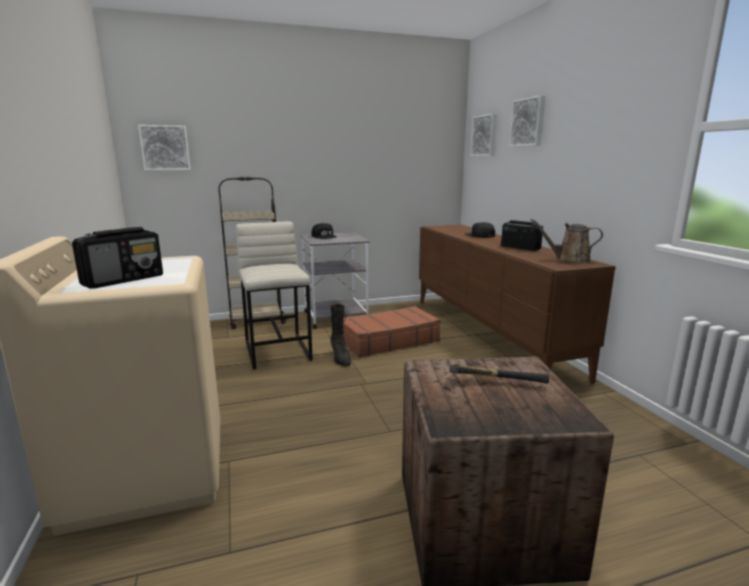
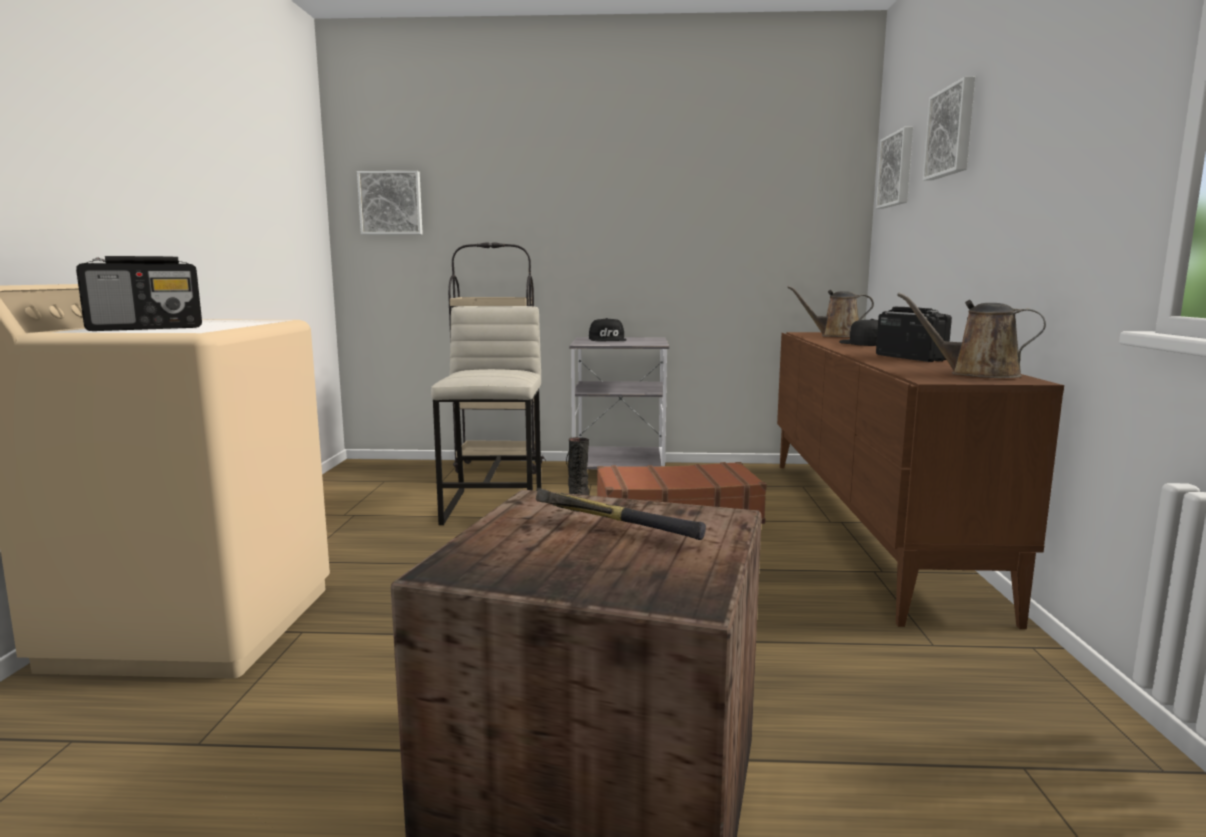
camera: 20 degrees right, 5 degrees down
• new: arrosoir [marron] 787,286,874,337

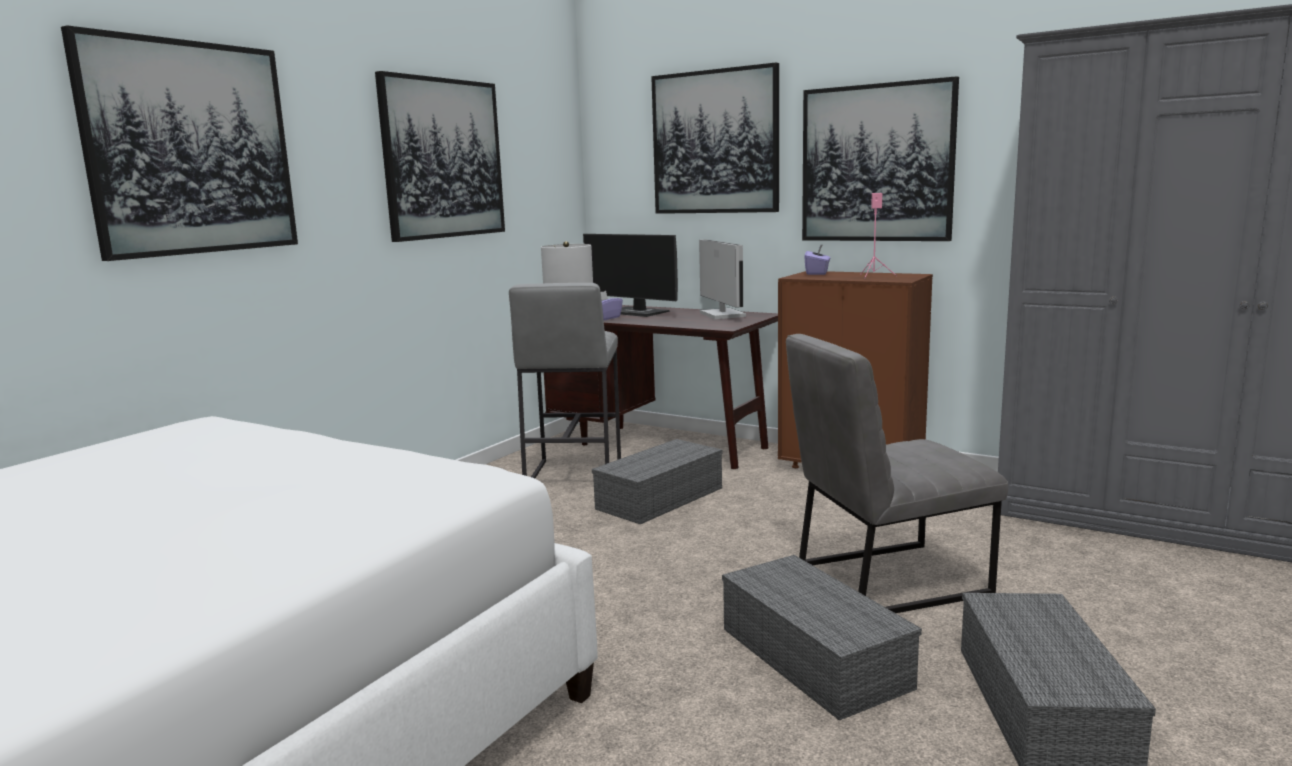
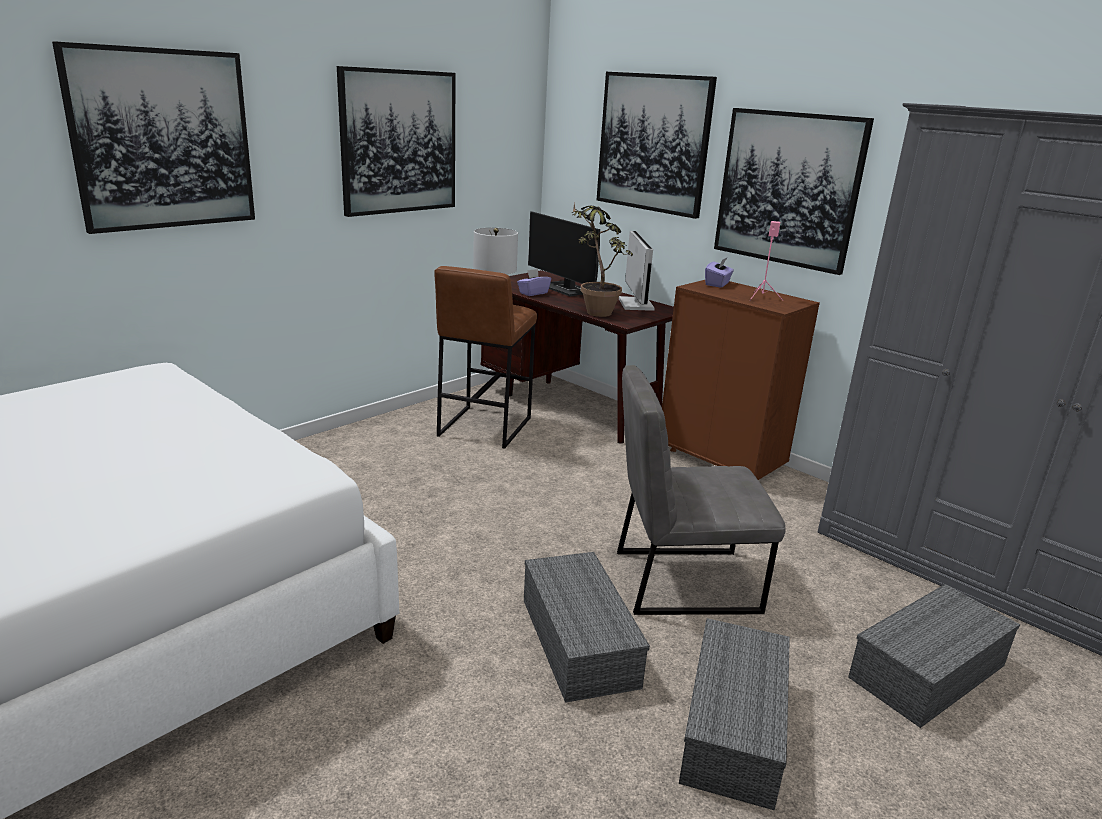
camera: 10 degrees right, 10 degrees up
• repainted: tabouret [gris] 509,283,621,478 to tabouret [marron] 434,266,537,449
• new: plante en pot 571,201,633,317
• shifted: boîte de rangement [gris] 592,439,723,524 to 848,584,1020,728

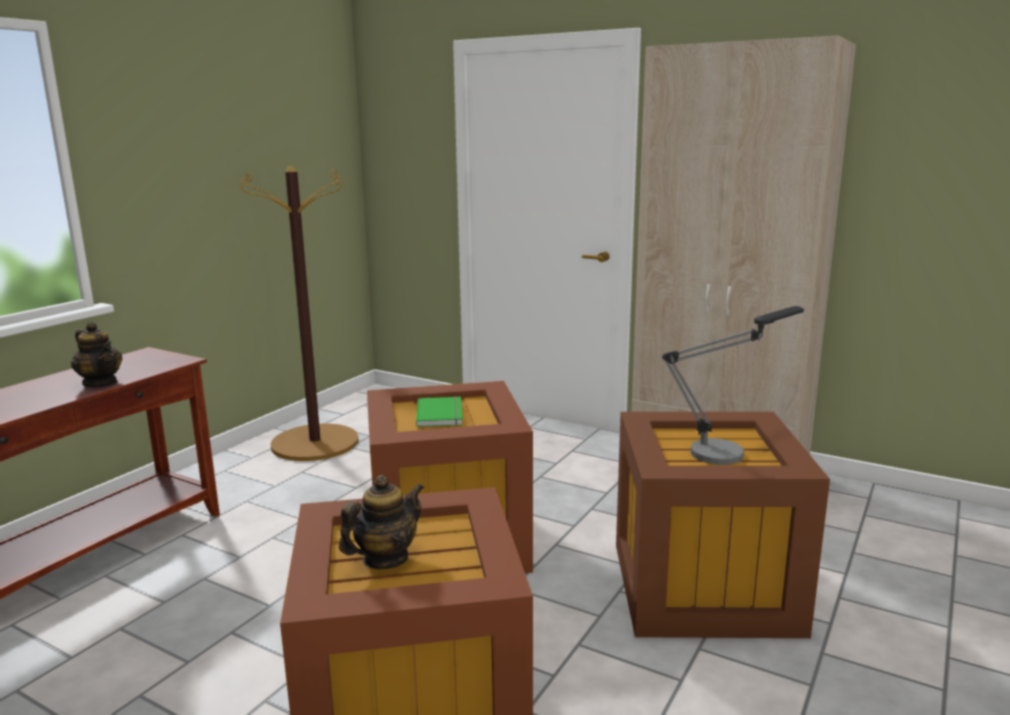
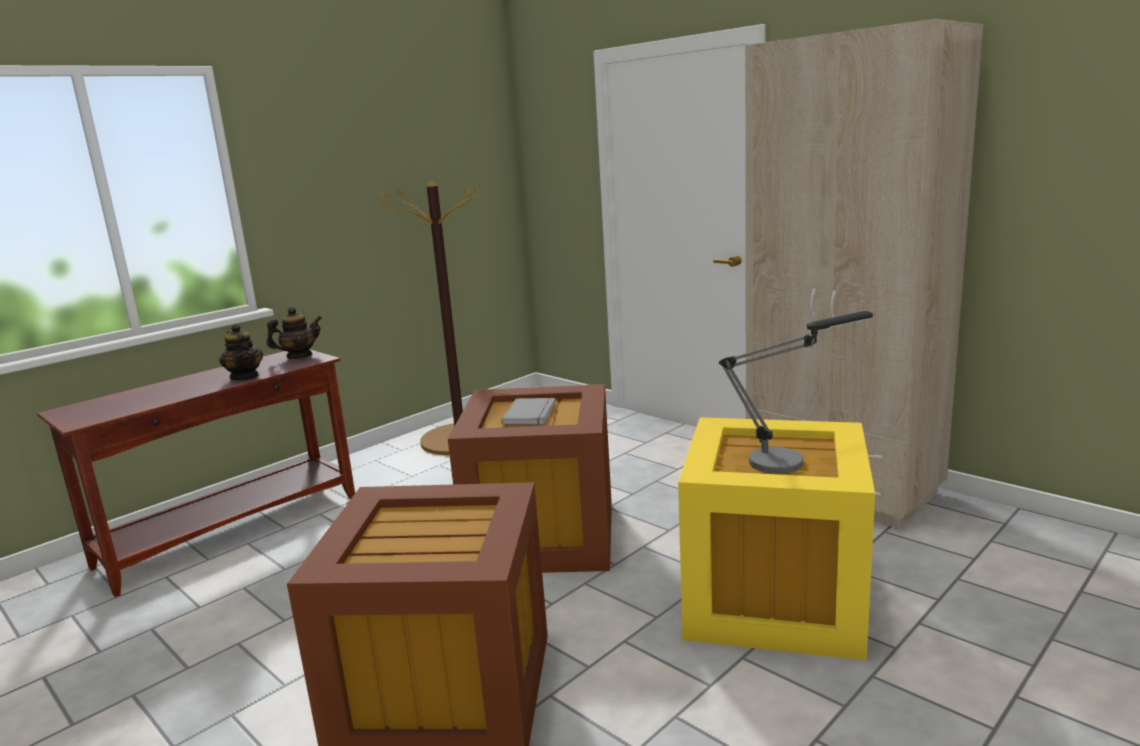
camera: 15 degrees right, 0 degrees up
• shifted: théière 339,475,424,569 to 267,307,322,359
• repainted: livre [vert] 416,396,463,427 to livre [gris] 501,398,556,425
• repainted: boîte de rangement [marron] 616,412,830,638 to boîte de rangement [jaune] 678,417,875,661

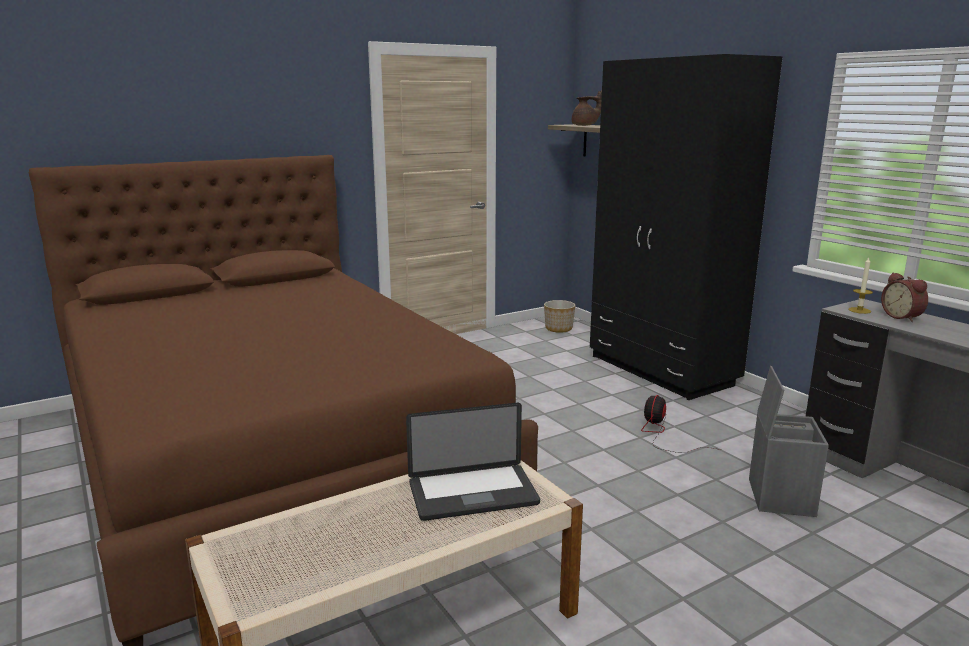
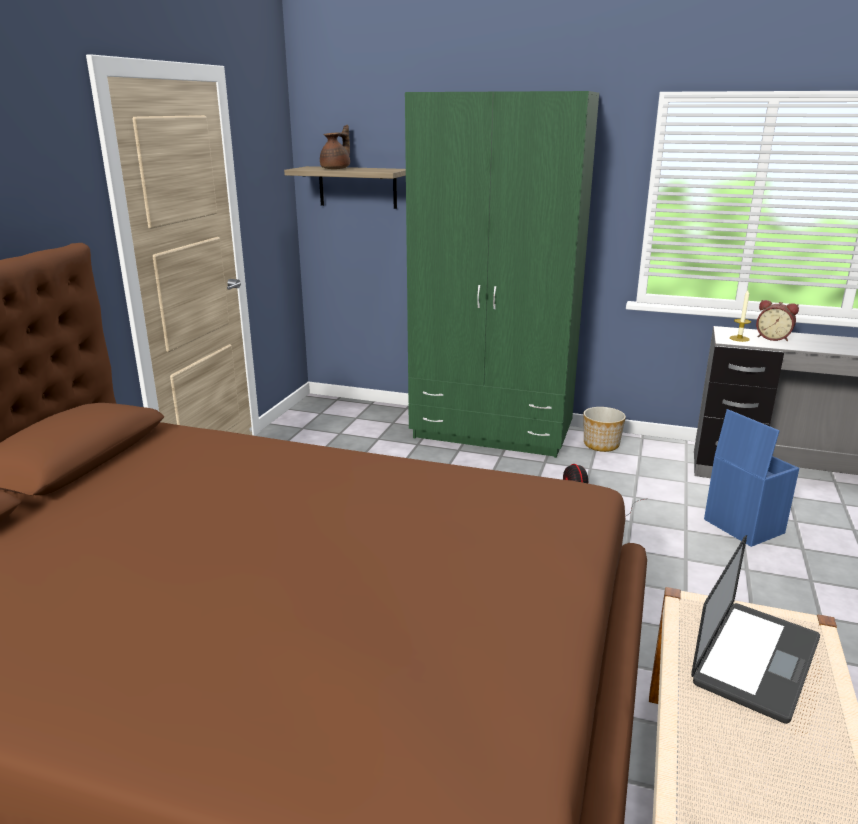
camera: 40 degrees left, 5 degrees up
• repainted: armoire [noir] 590,54,783,400 to armoire [vert] 405,91,599,458
• shifted: cache-pot 544,300,576,333 to 584,407,626,452
• repainted: boîte de rangement [gris] 749,366,829,517 to boîte de rangement [bleu] 704,409,799,547

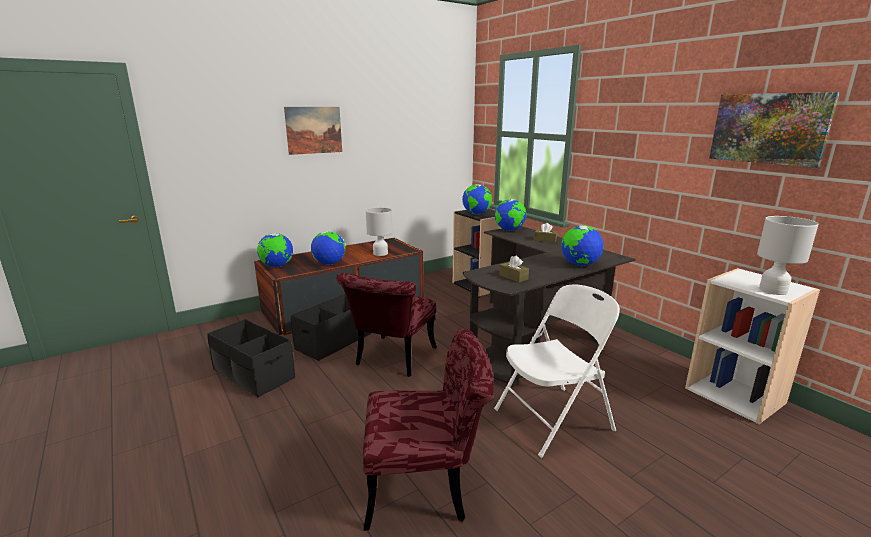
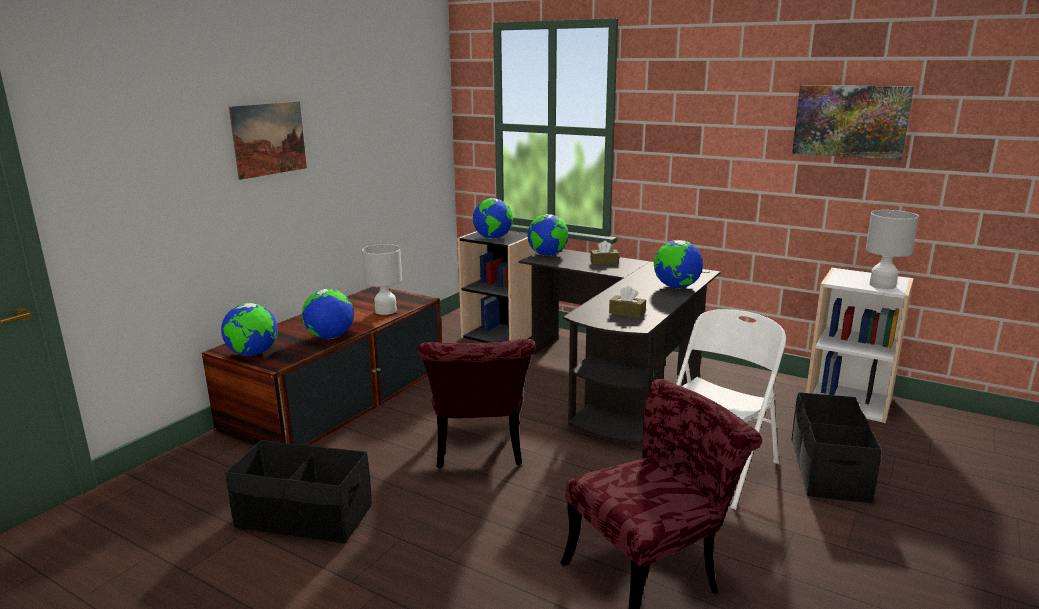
camera: 25 degrees left, 0 degrees up
• shifted: boîte de rangement [noir] 291,293,371,361 to 792,392,882,503

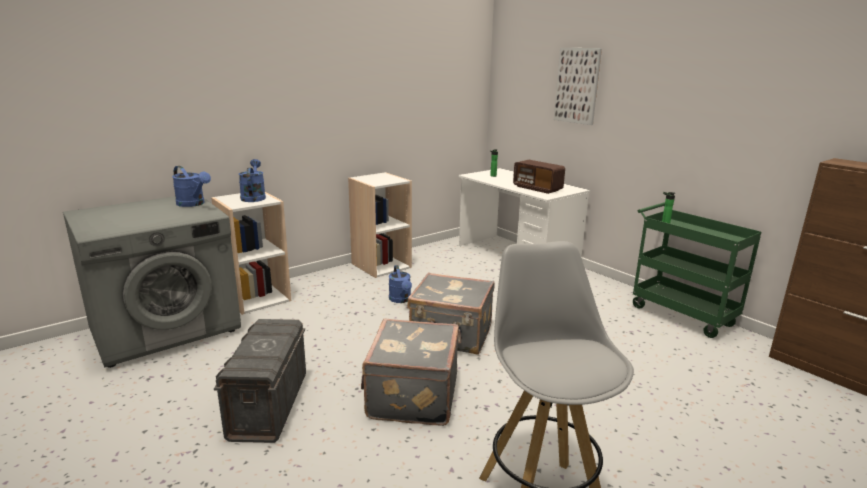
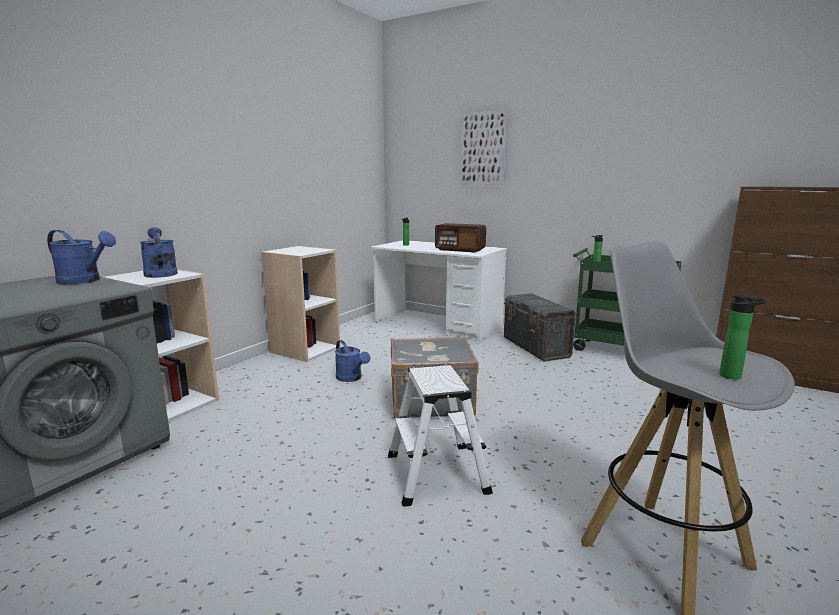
camera: 20 degrees left, 5 degrees down
• swapped: valise [gris] 361,319,459,426 to escabeau [blanc] 388,363,493,507
• shifted: boîte de rangement [gris] 214,319,306,443 to 504,293,577,362
• new: bouteille 719,295,766,379

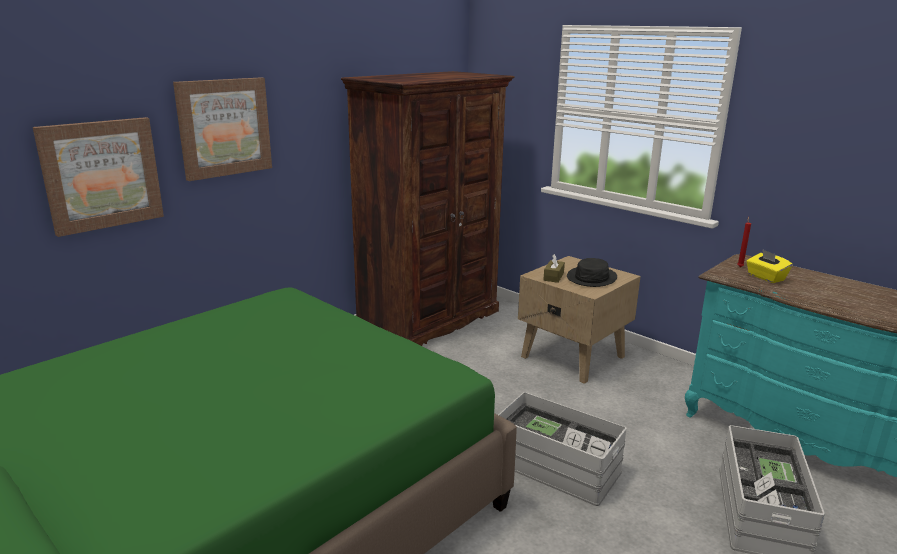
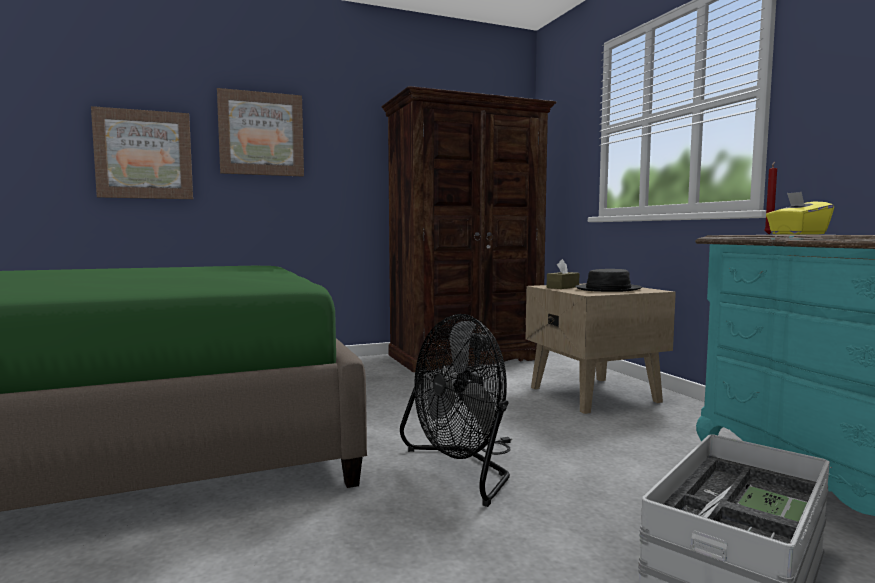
camera: 25 degrees right, 15 degrees down
• swapped: boîte de rangement [gris] 498,392,627,506 to ventilateur [noir] 400,314,512,507

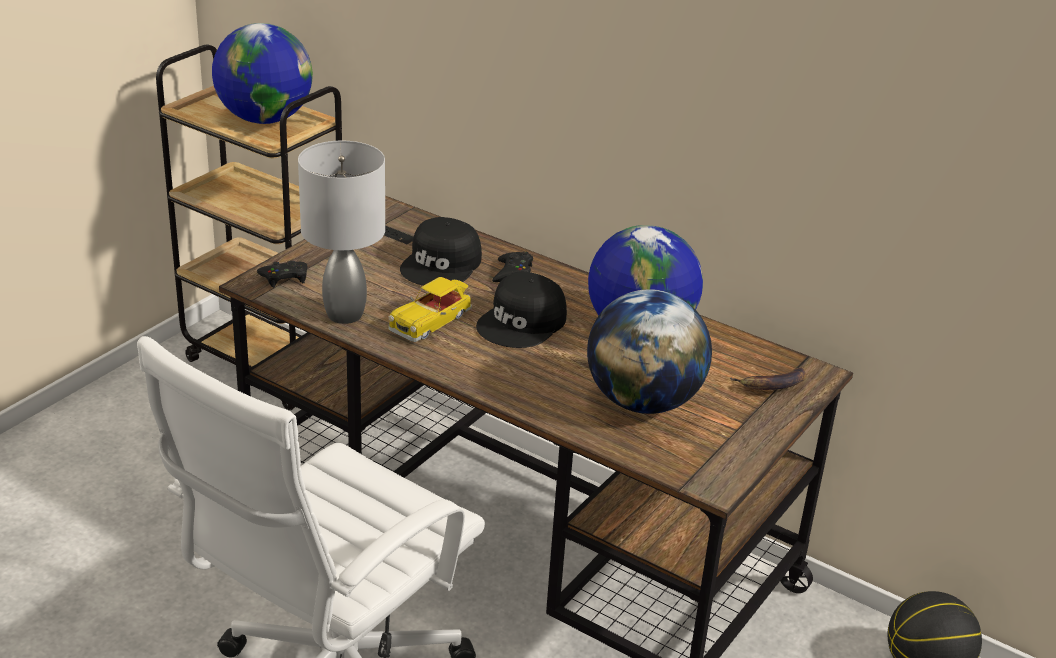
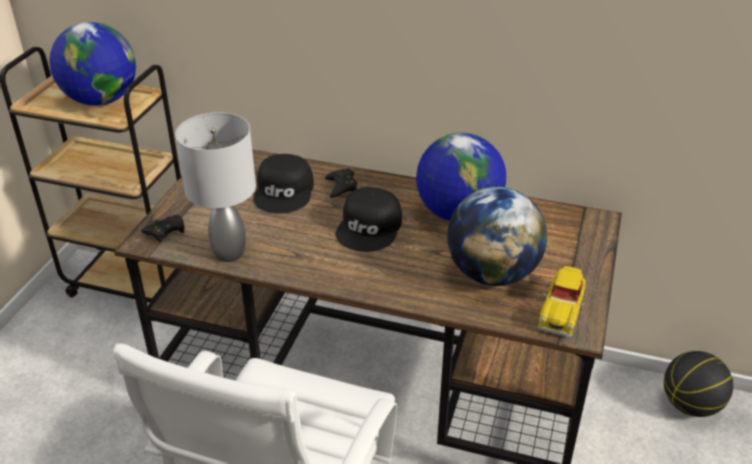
camera: 15 degrees left, 5 degrees up
• shifted: petite voiture 388,277,472,342 to 538,266,586,337
• gone: banane 730,368,807,390

